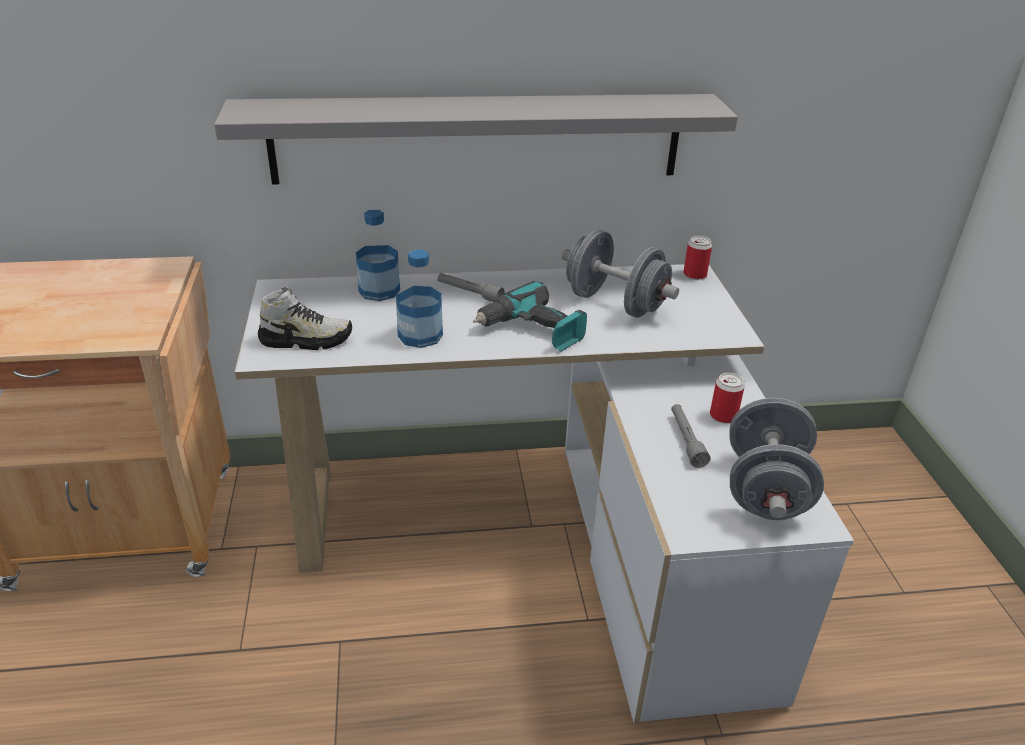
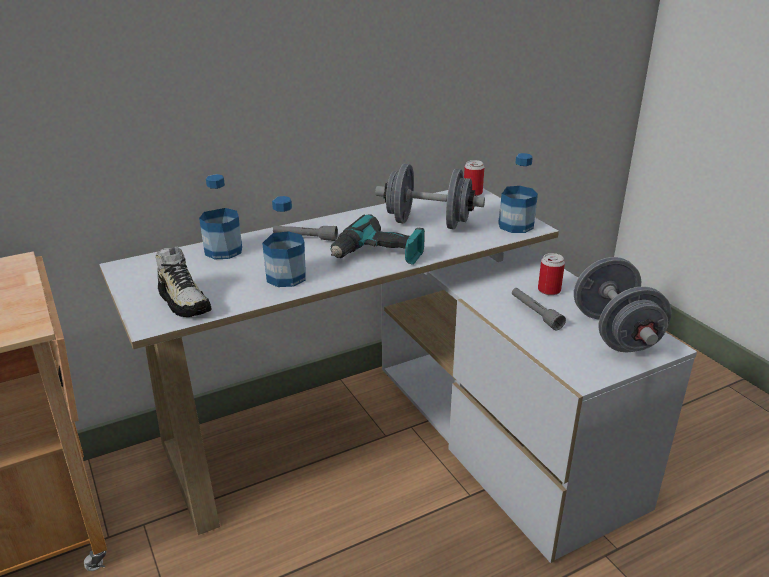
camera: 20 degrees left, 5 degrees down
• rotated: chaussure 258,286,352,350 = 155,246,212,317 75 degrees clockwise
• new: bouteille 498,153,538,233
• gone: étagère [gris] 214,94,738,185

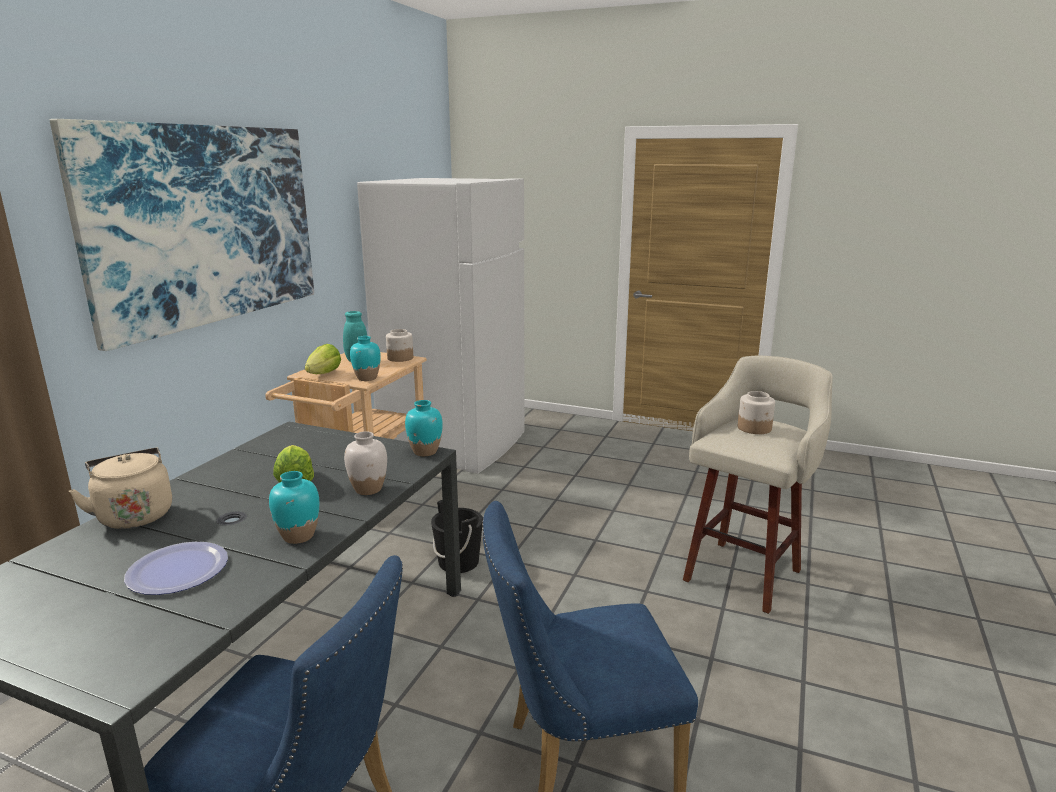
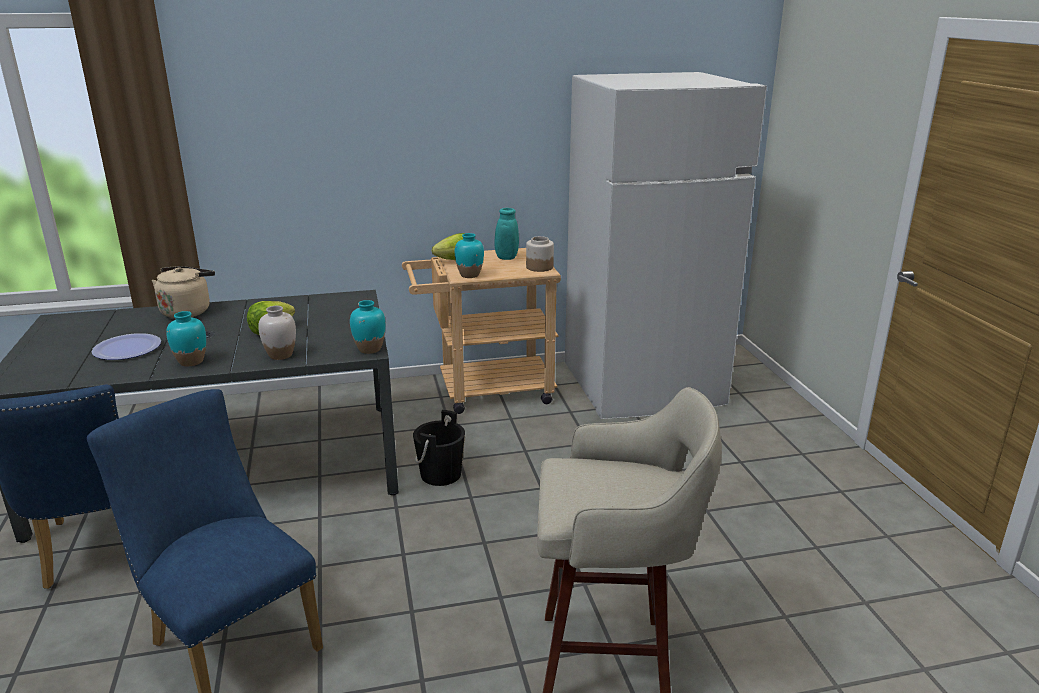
camera: 55 degrees right, 5 degrees up
• gone: tableau 50,119,314,351
• gone: bocal 738,391,775,434

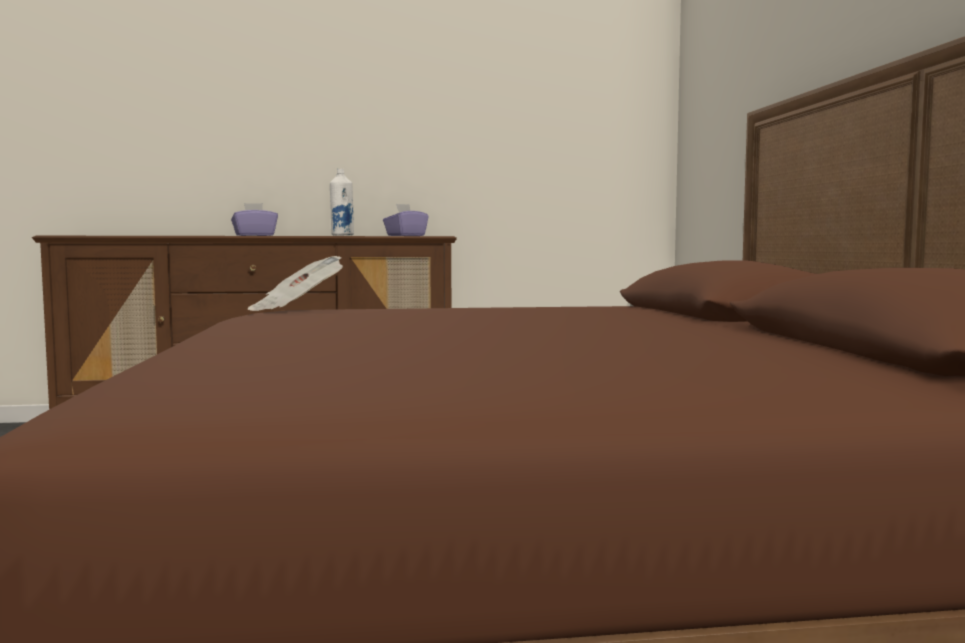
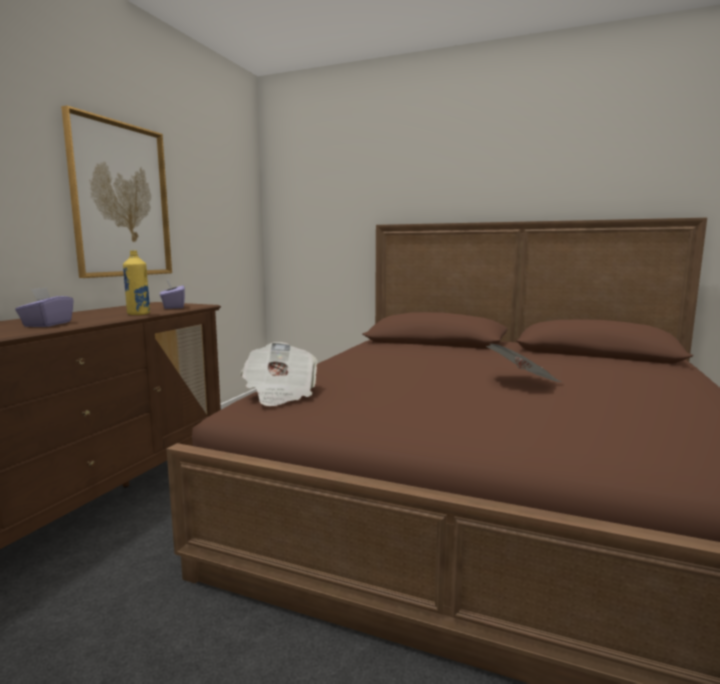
camera: 60 degrees left, 5 degrees up
• new: tableau 61,105,172,278
• repainted: bouteille [blanc] 330,169,354,236 to bouteille [jaune] 123,250,150,315
• new: journal 486,344,562,382

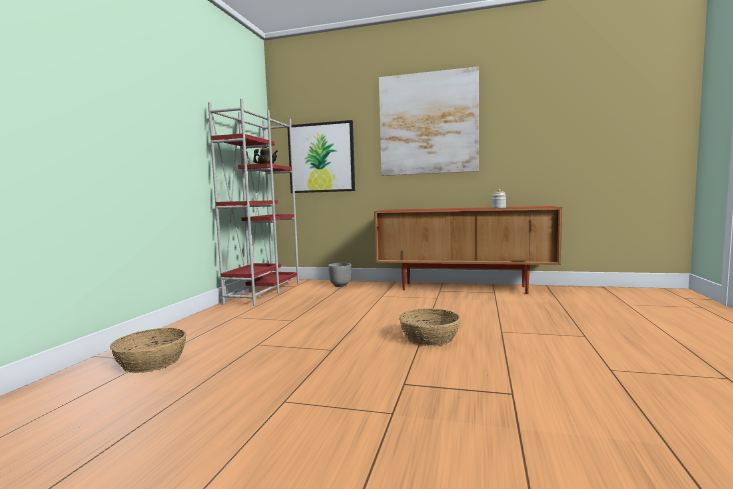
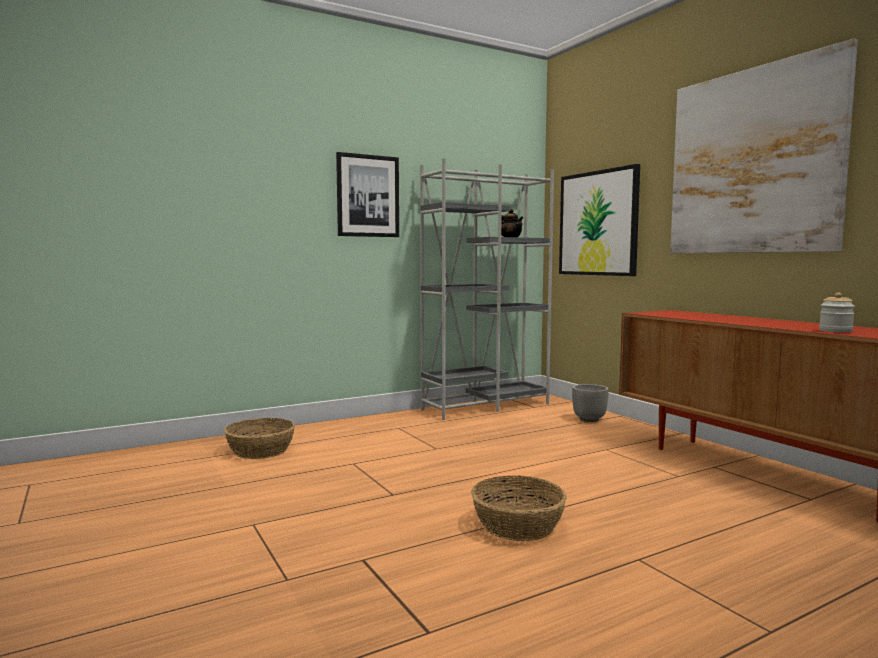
camera: 45 degrees right, 0 degrees up
• new: tableau 336,152,399,237
• repainted: bibliothèque [rouge] 208,99,299,306 to bibliothèque [gris] 420,159,554,420

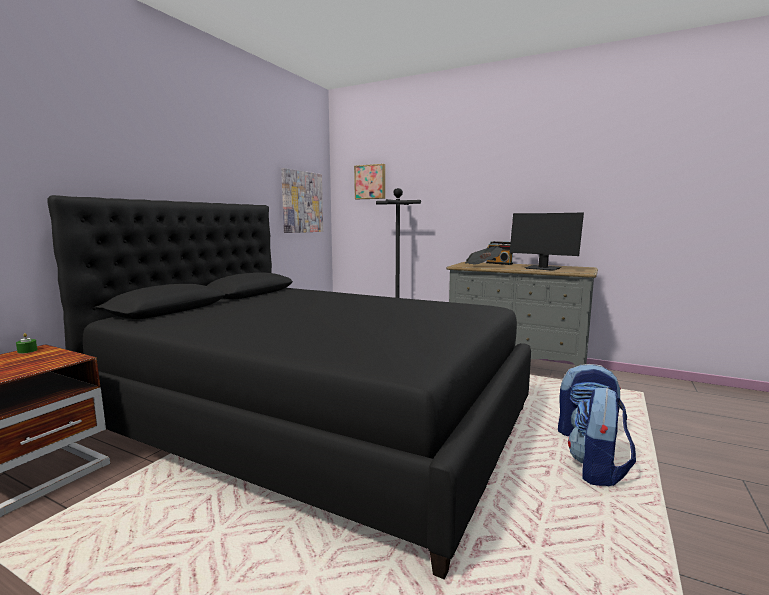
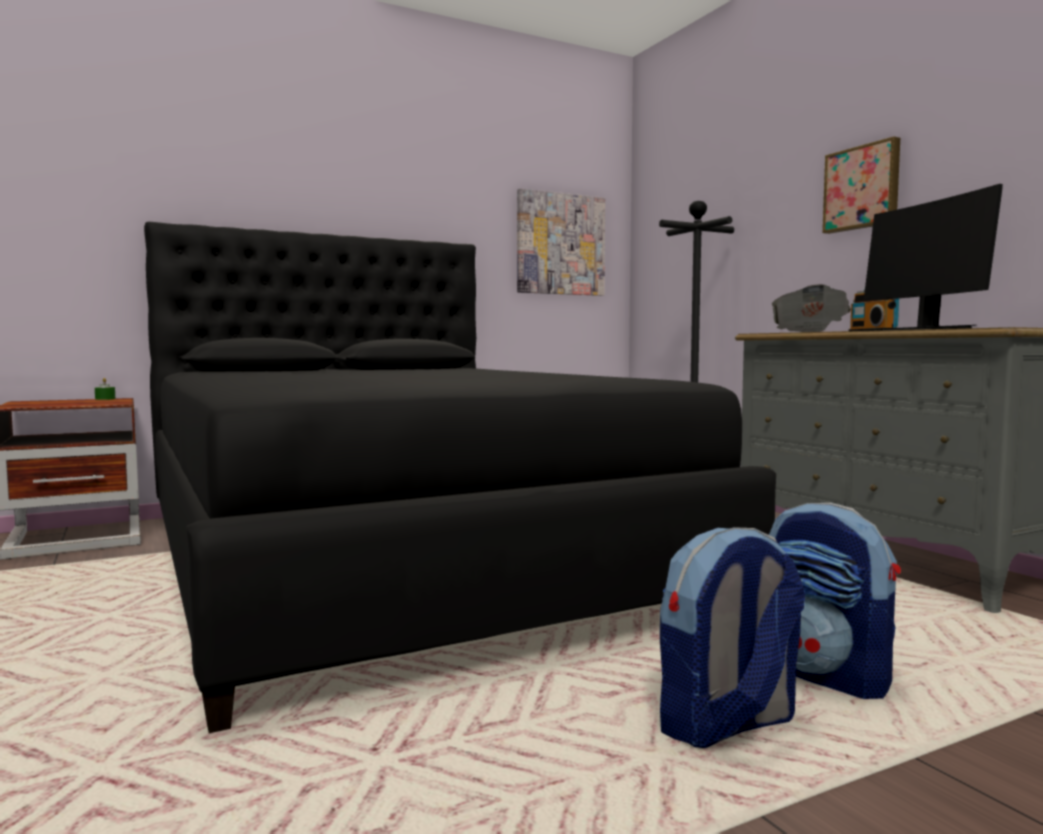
camera: 35 degrees right, 5 degrees down
• shifted: tableau 354,164,385,199 to 822,136,900,234

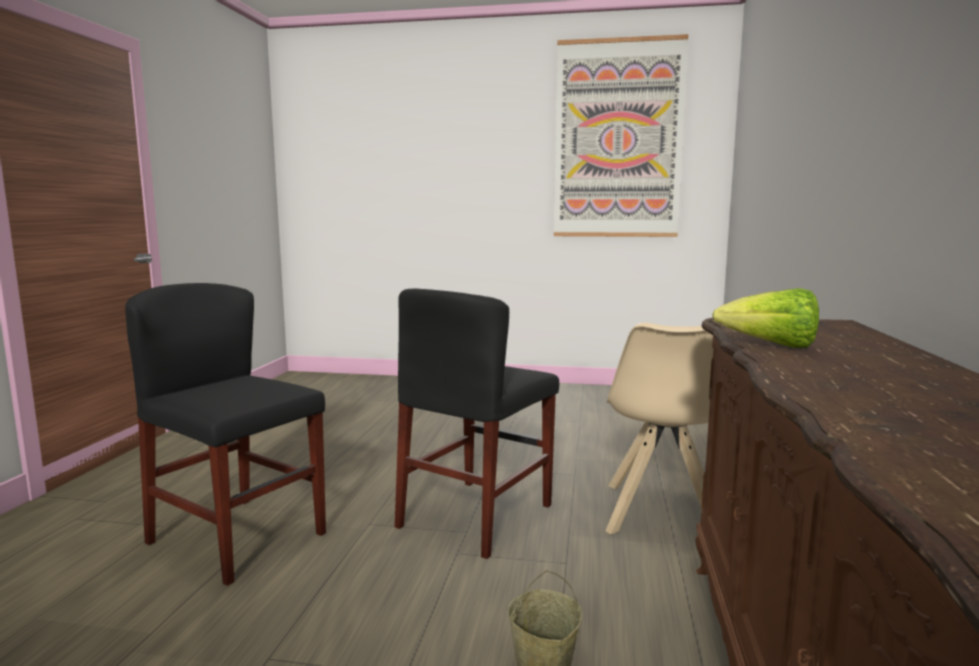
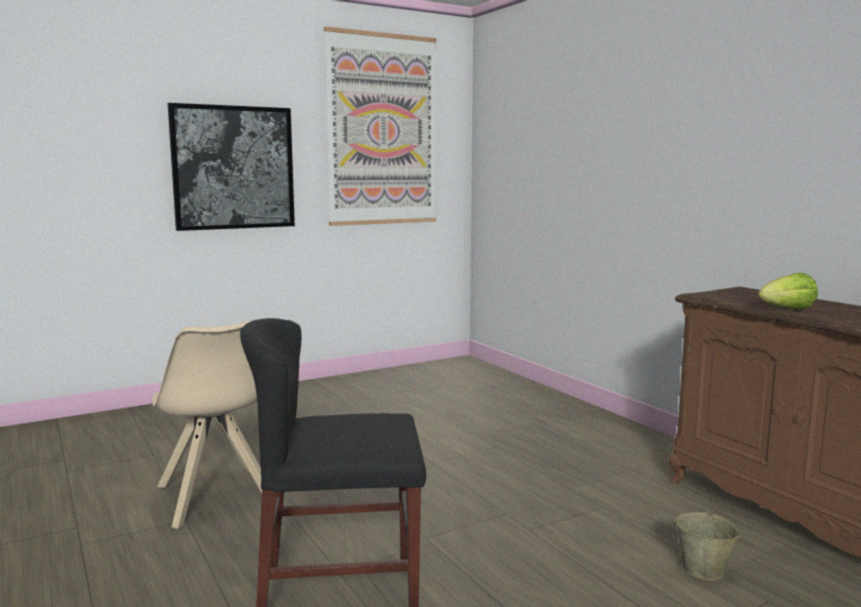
camera: 40 degrees left, 0 degrees up
• shifted: chaise [beige] 606,322,713,535 to 152,321,262,529
• new: tableau 168,103,295,231
• gone: chaise [noir] 395,289,559,559

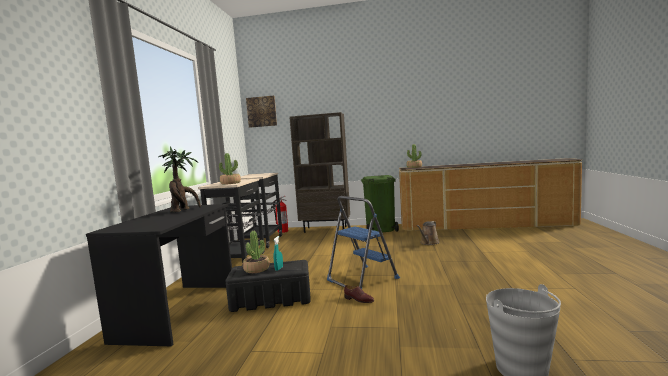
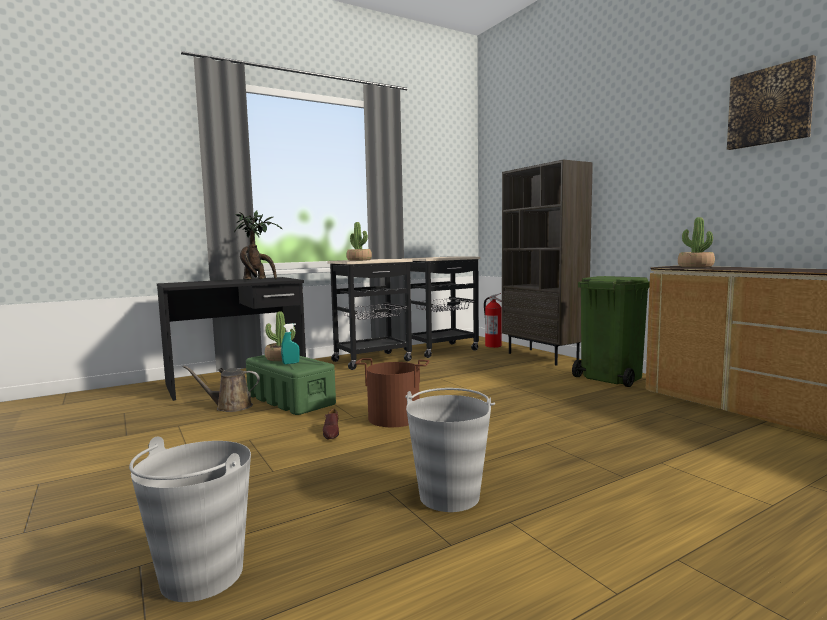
camera: 50 degrees right, 0 degrees up
• shifted: arrosoir [marron] 417,221,440,245 to 183,365,260,412
• repainted: boîte de rangement [noir] 225,260,311,312 to boîte de rangement [vert] 246,355,336,415
• swapped: escabeau [bleu] 327,196,400,289 to seau [marron] 355,358,429,427
• new: seau [gris] 405,388,495,512
• shifted: tableau 246,96,277,128 to 727,55,816,150

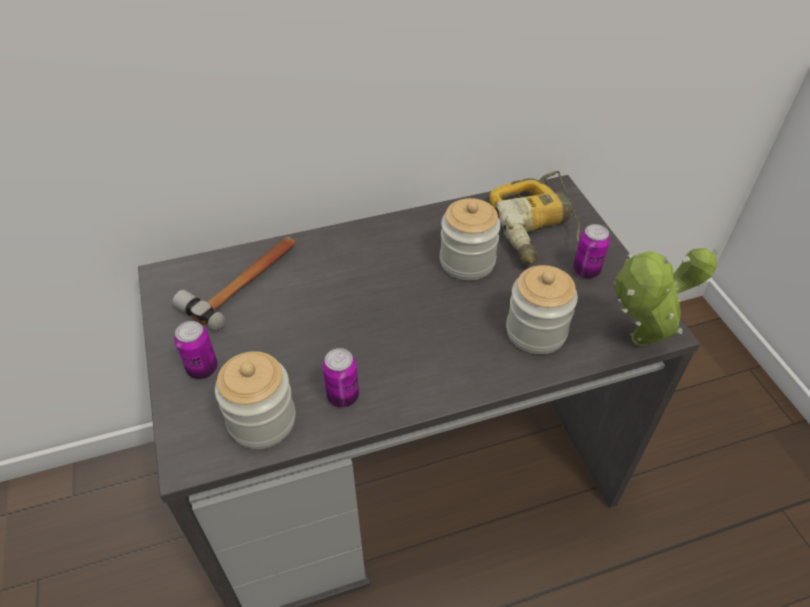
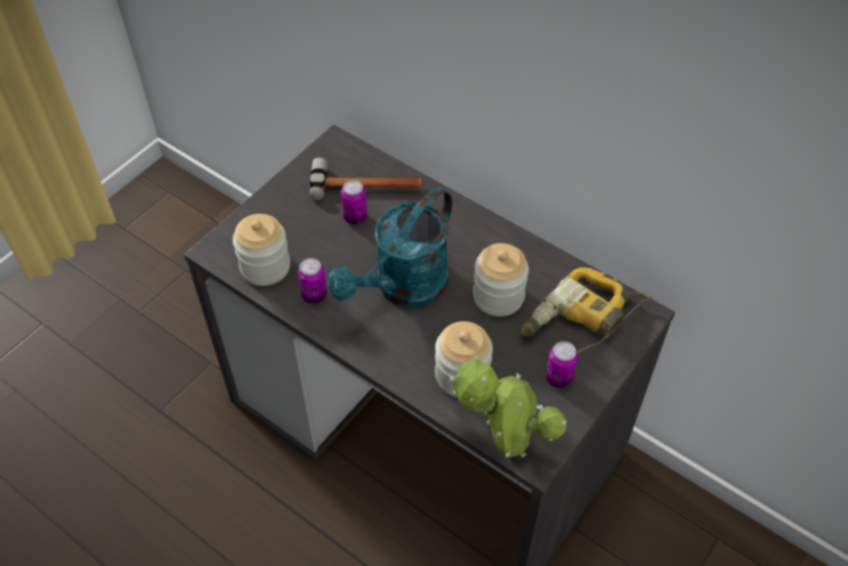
camera: 55 degrees right, 5 degrees up
• new: arrosoir [turquoise] 328,187,452,307
• shifted: boîte métallique 174,321,218,379 to 341,180,367,225

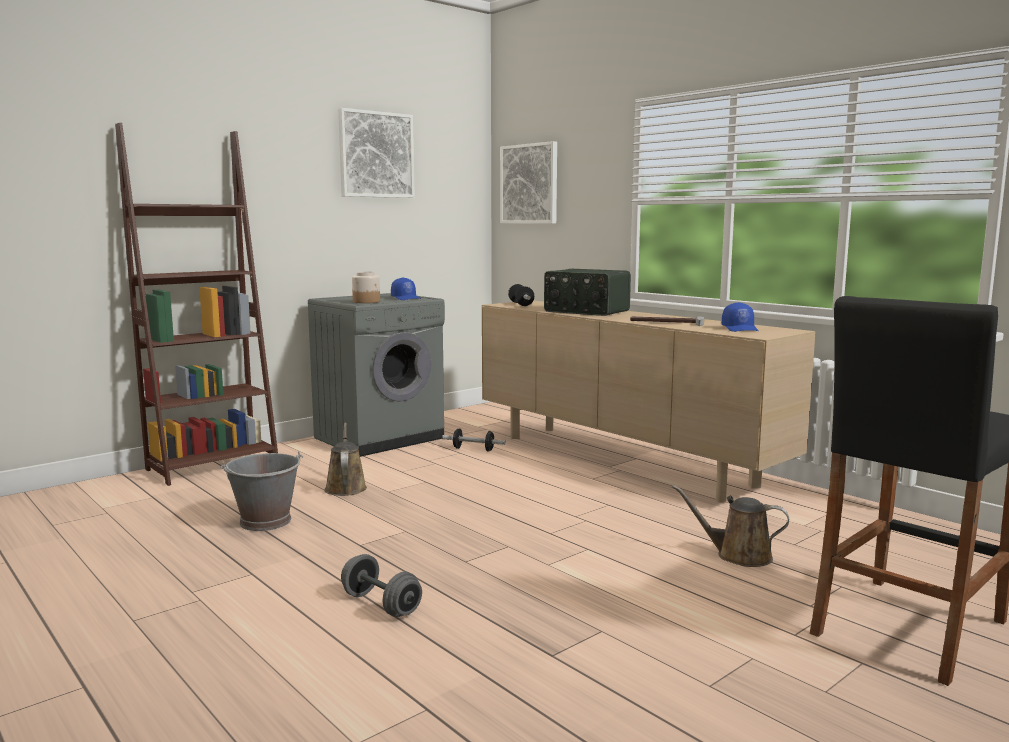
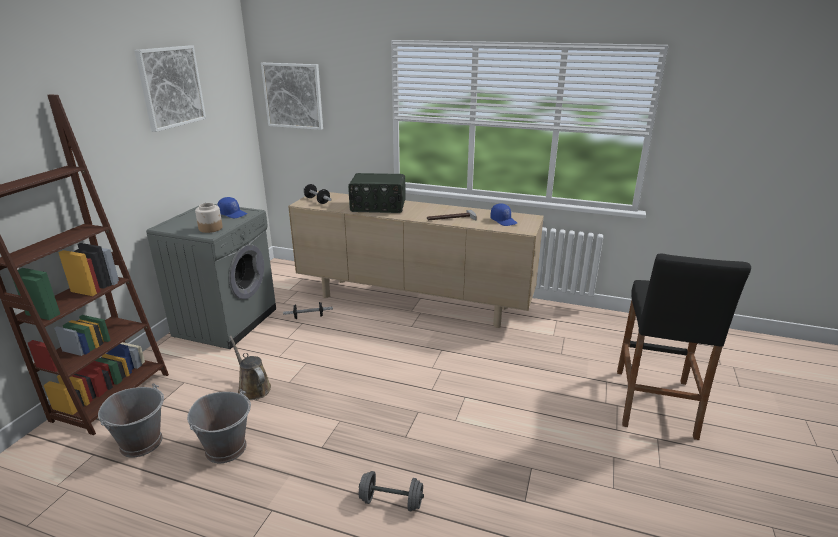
camera: 30 degrees left, 15 degrees up
• new: seau [gris] 98,383,164,458
• gone: arrosoir [marron] 672,485,789,567

